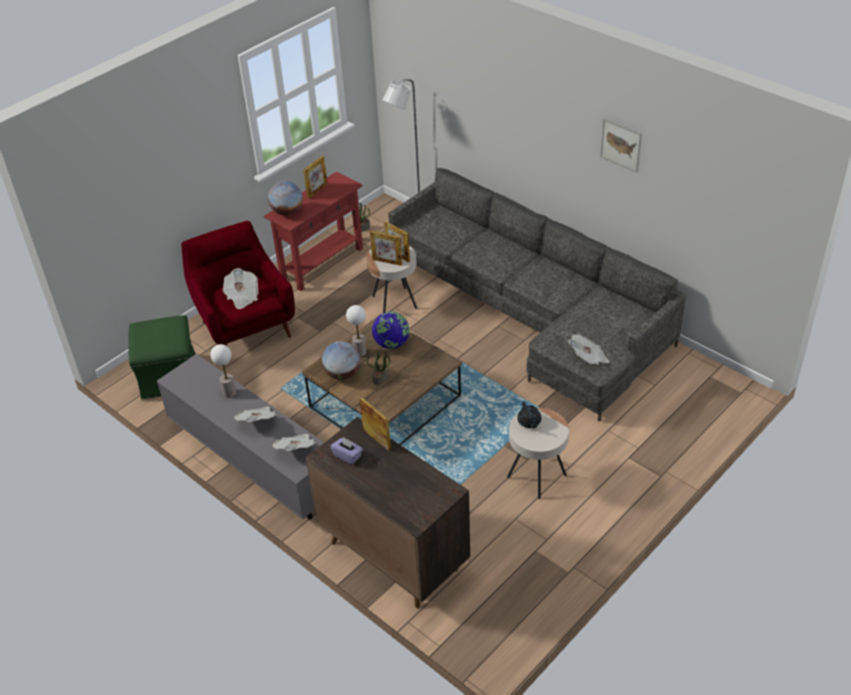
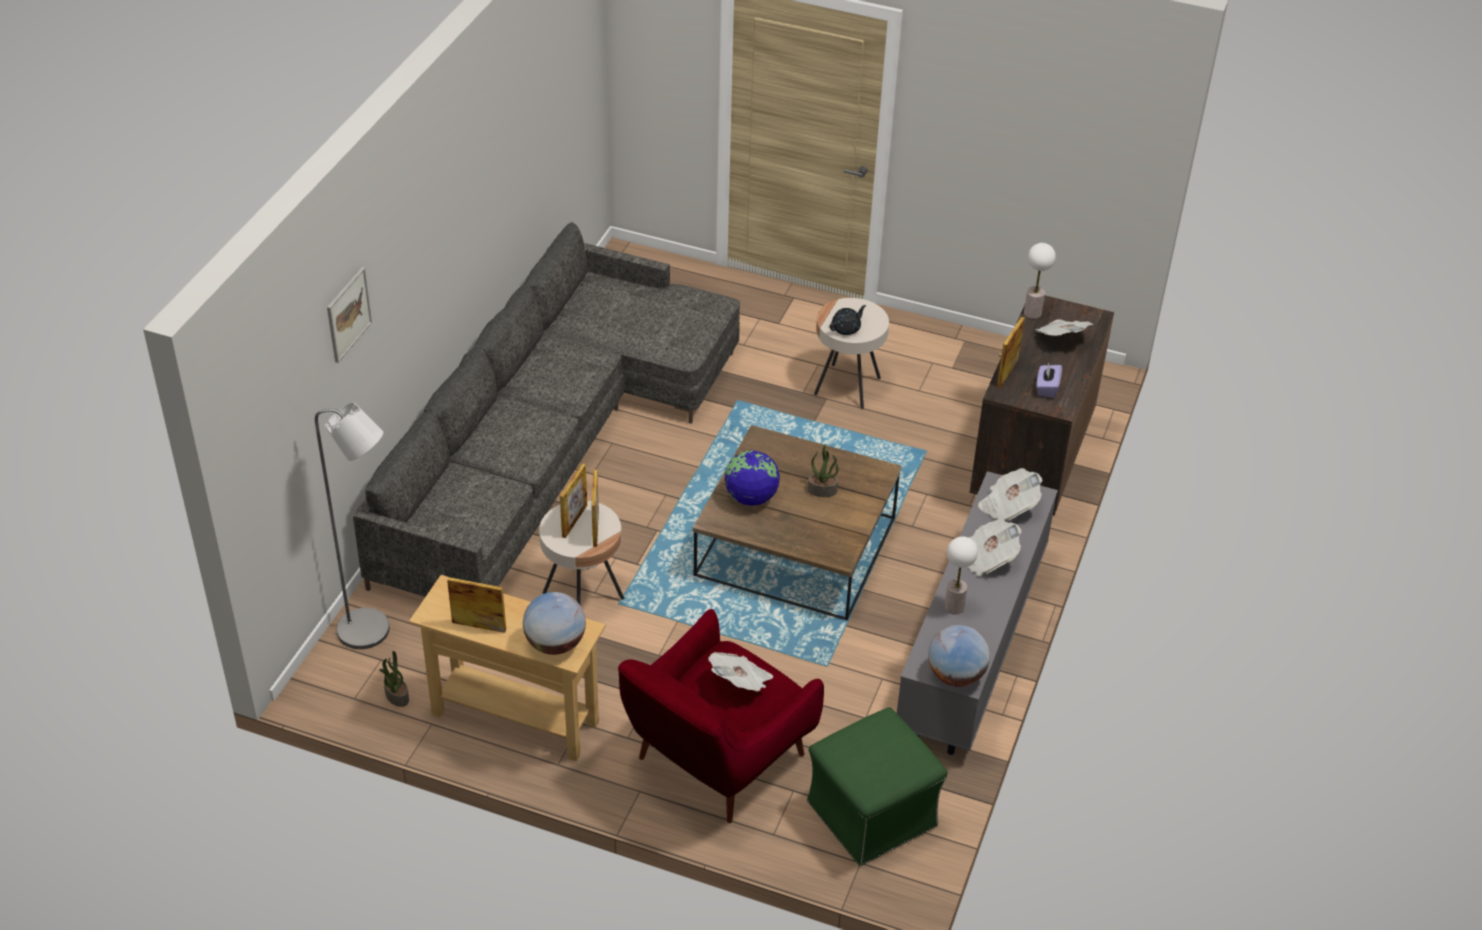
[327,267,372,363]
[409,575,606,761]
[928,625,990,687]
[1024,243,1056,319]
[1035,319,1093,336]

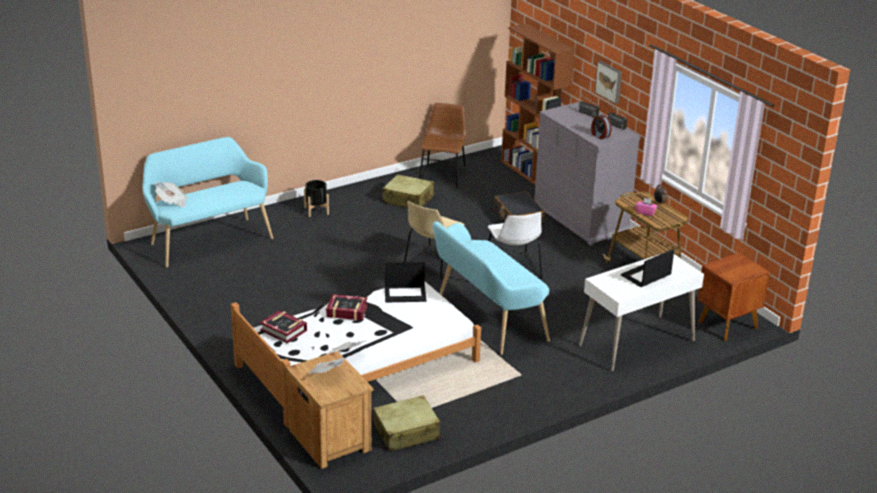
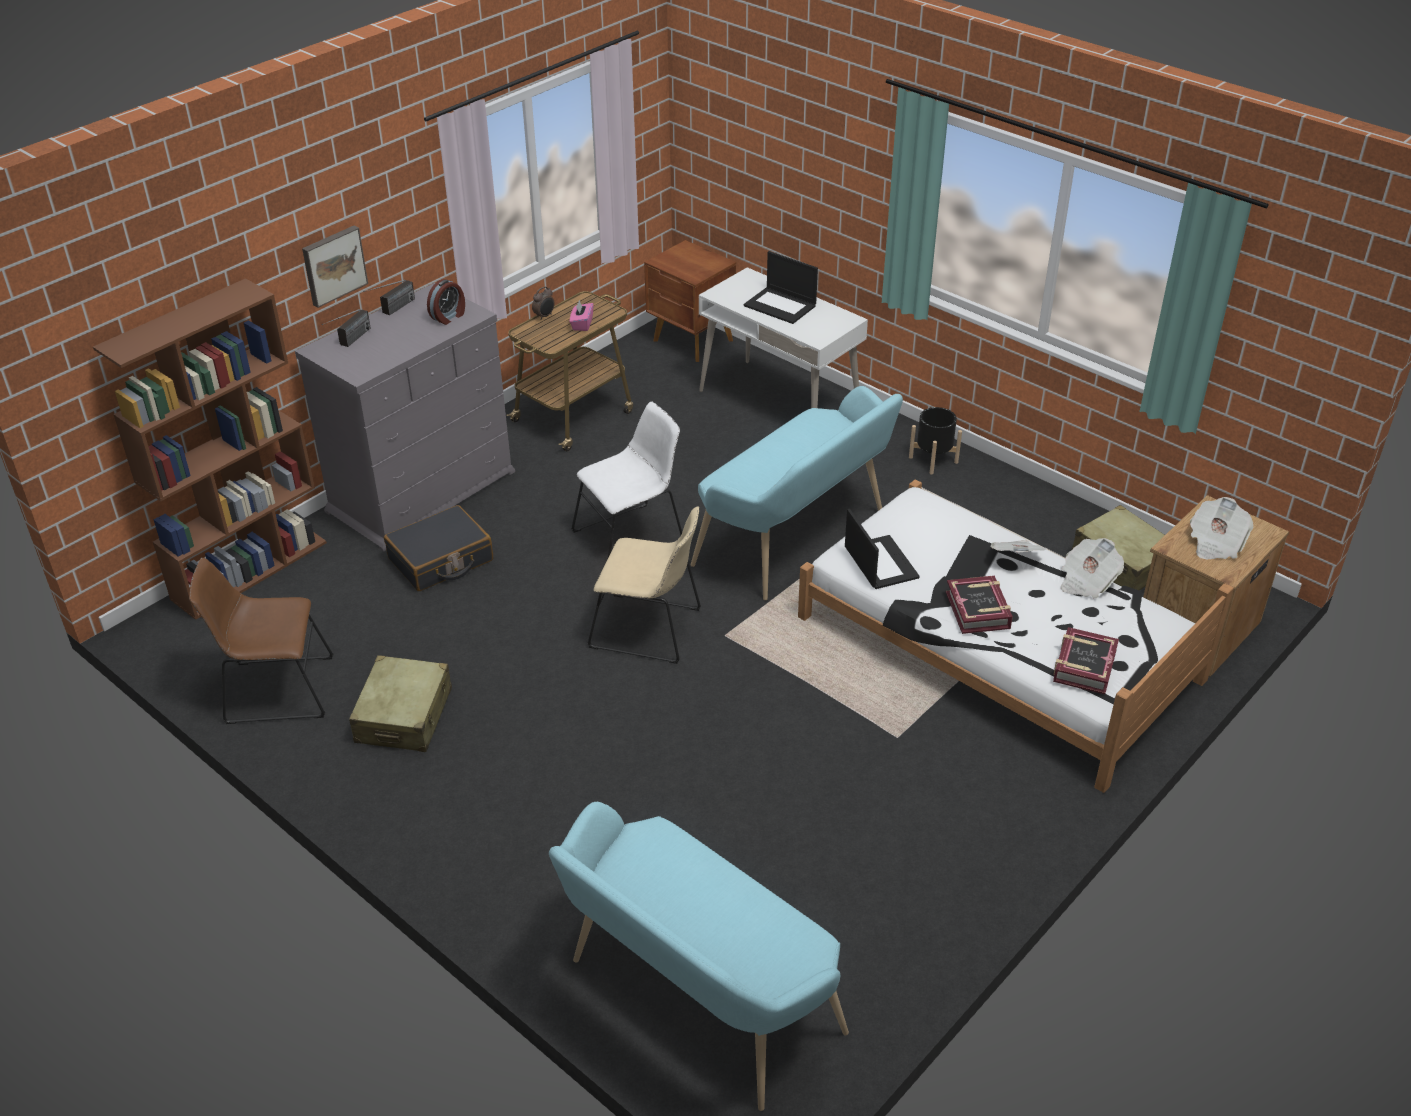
[909,407,962,475]
[990,540,1048,552]

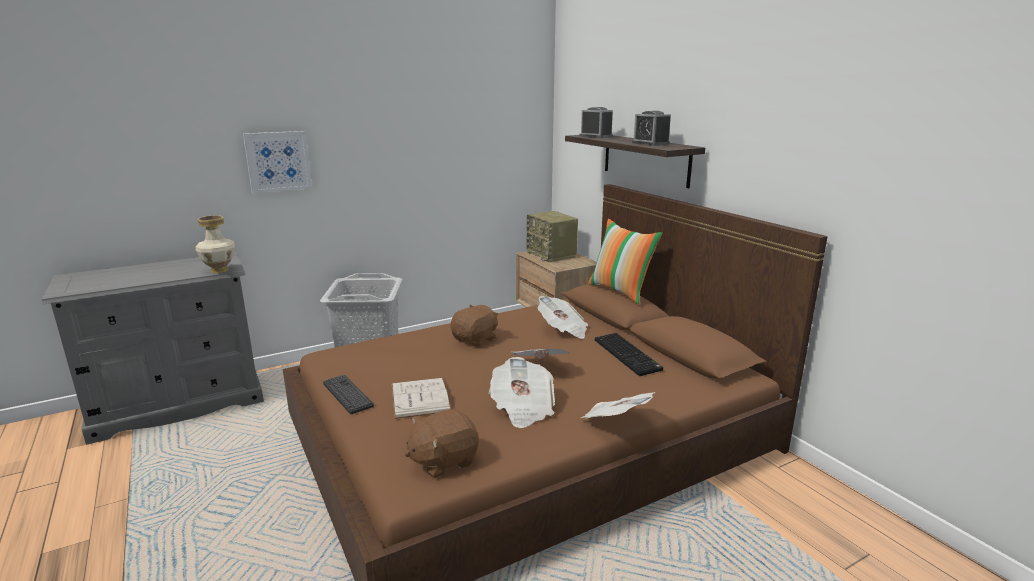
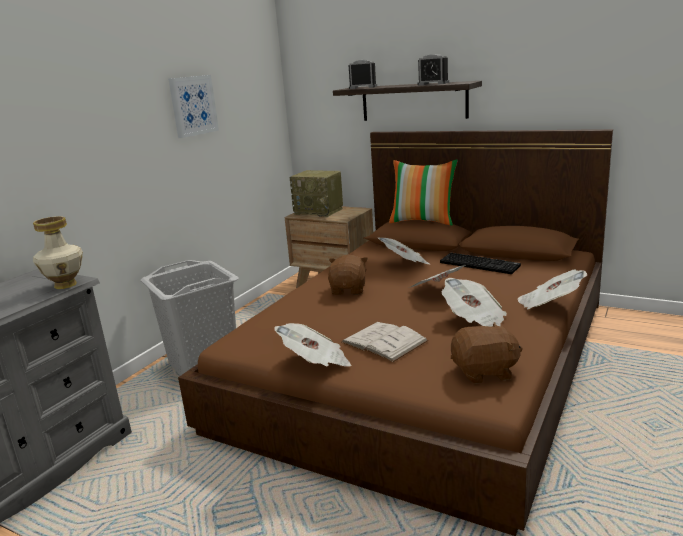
[168,75,219,138]
[274,323,352,367]
[451,322,523,384]

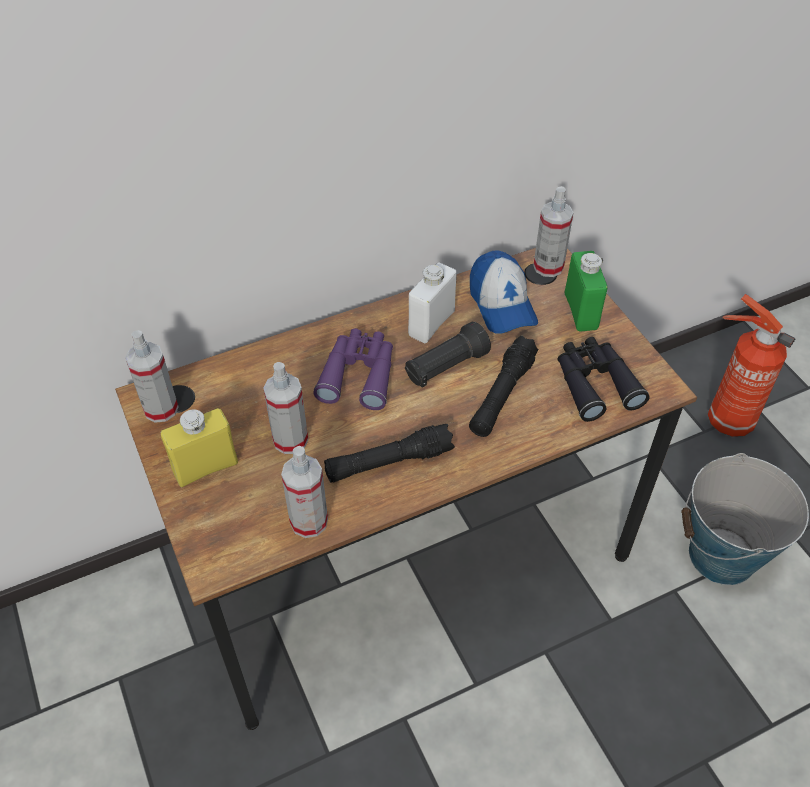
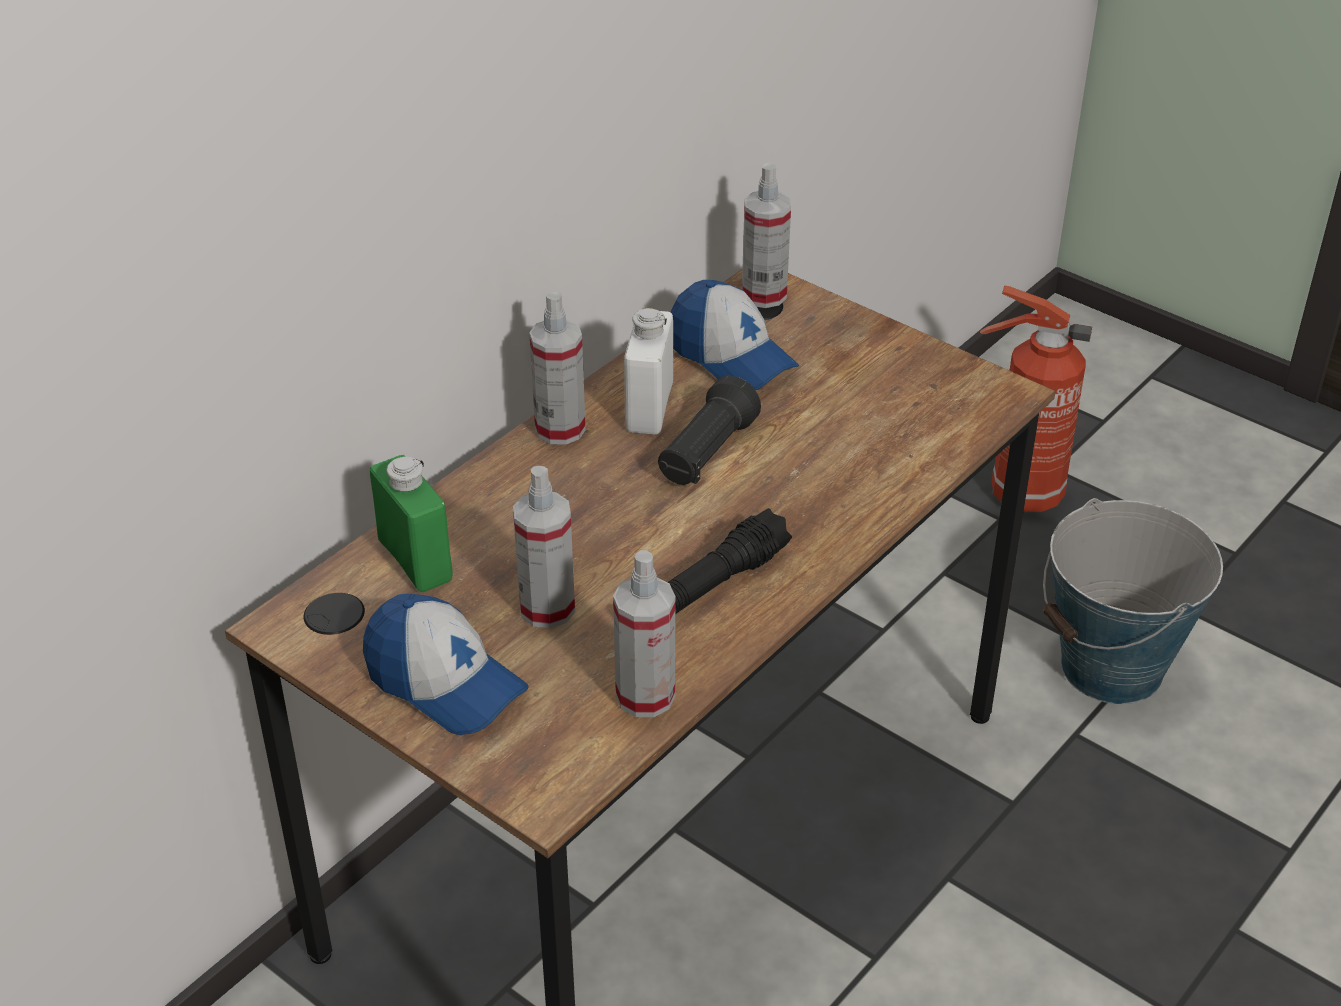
[363,594,529,735]
[370,455,453,592]
[529,292,586,445]
[313,328,393,410] (first image)
[469,336,538,437] (first image)
[558,337,650,422] (first image)

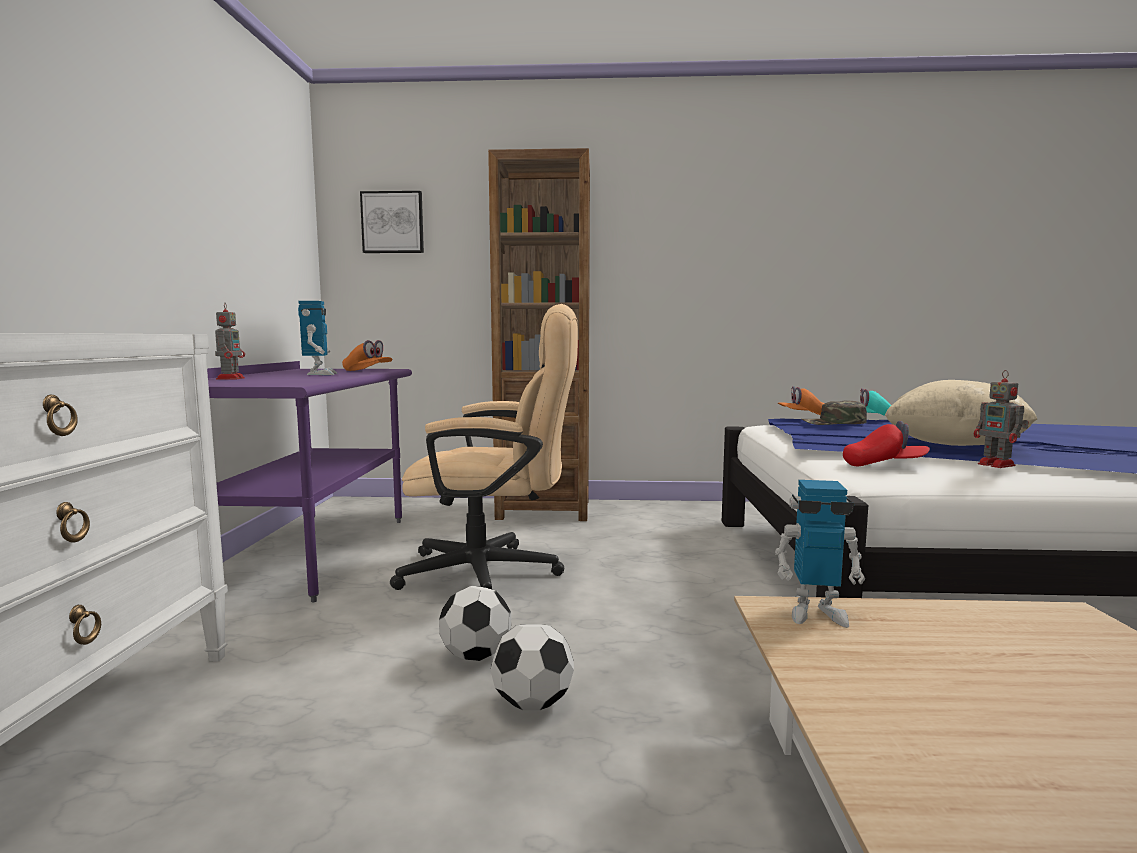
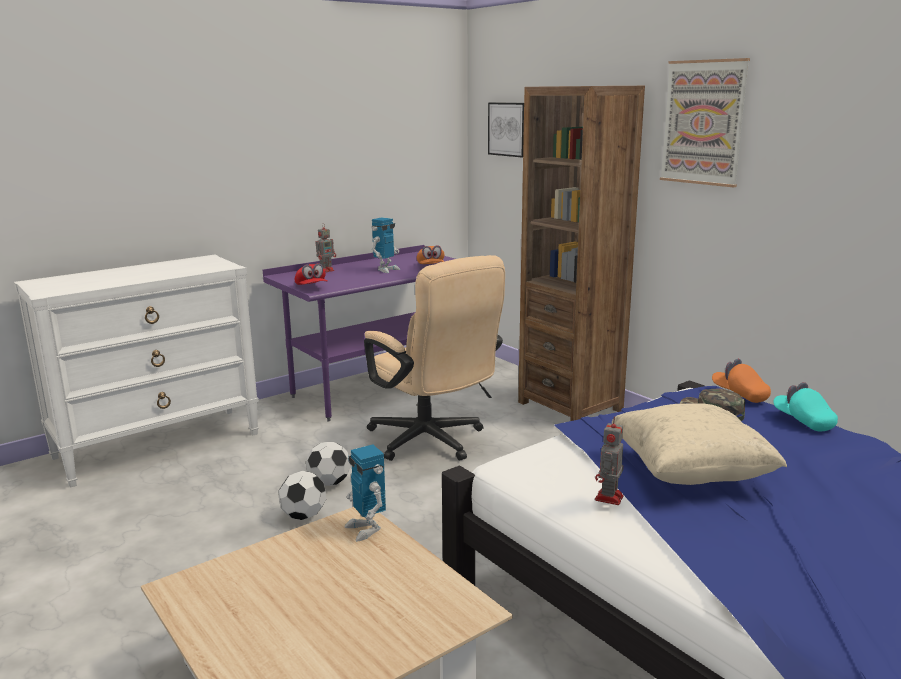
[295,263,328,285]
[660,58,750,187]

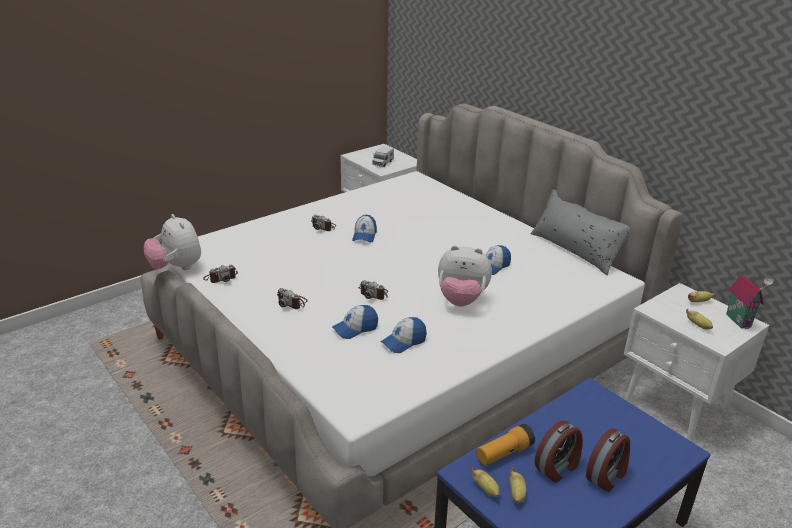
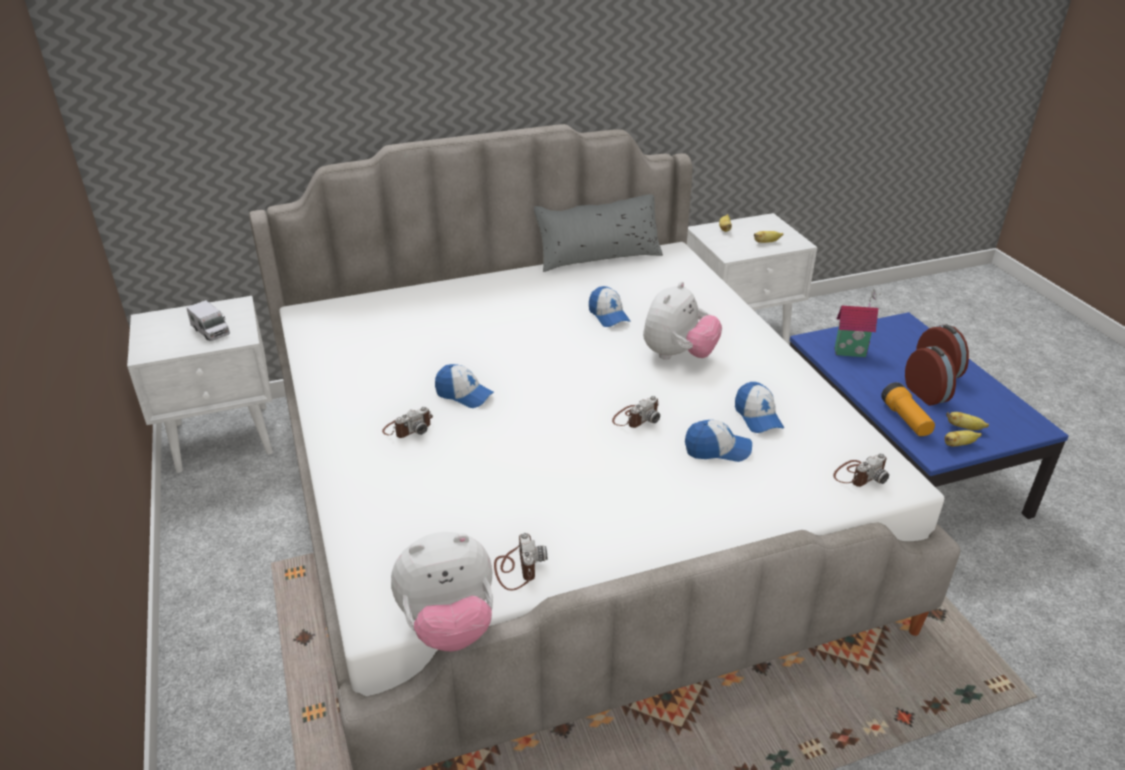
[685,420,752,462]
[833,453,889,487]
[835,289,879,357]

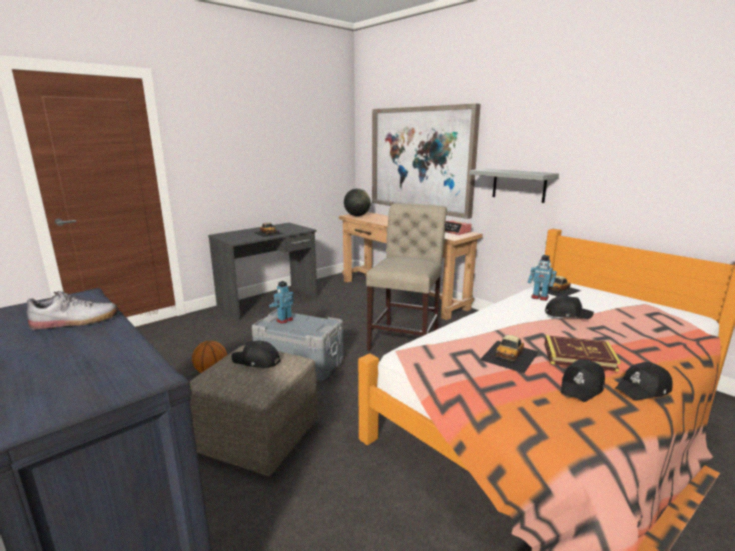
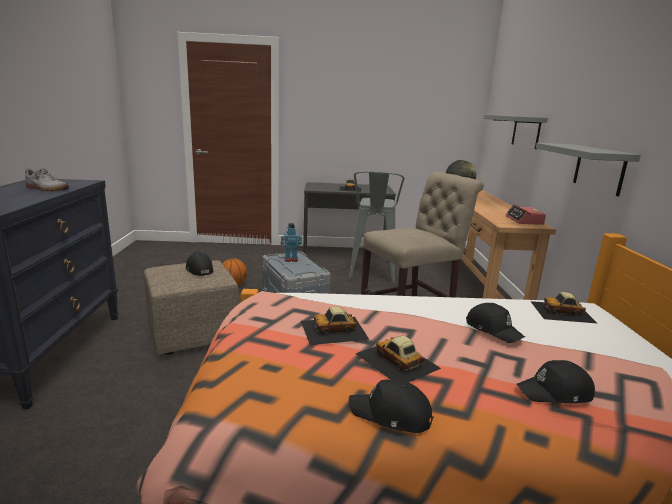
[348,171,404,283]
[355,336,441,383]
[484,115,548,149]
[517,360,595,404]
[528,255,557,301] (first image)

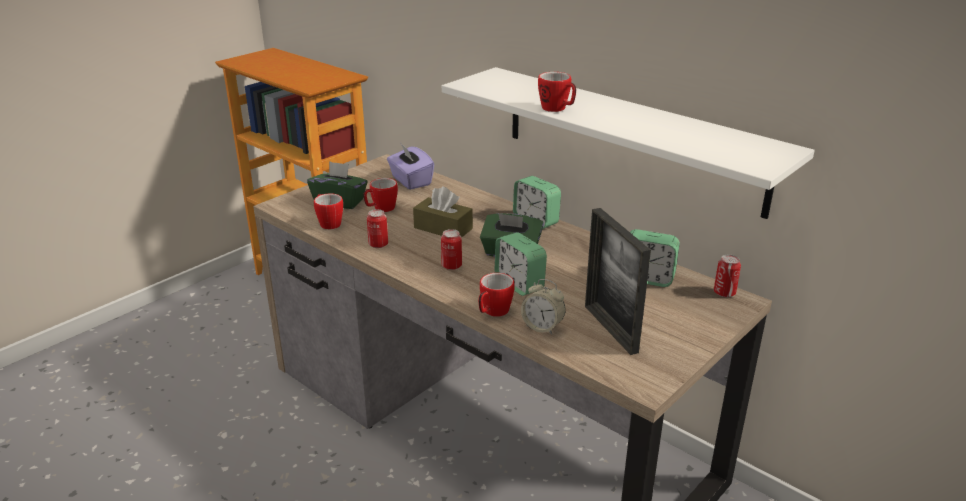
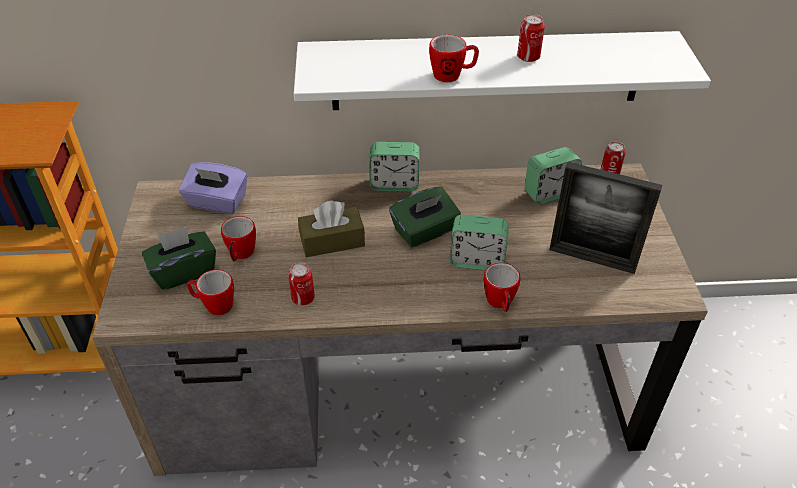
[517,14,545,62]
[521,279,566,335] (first image)

